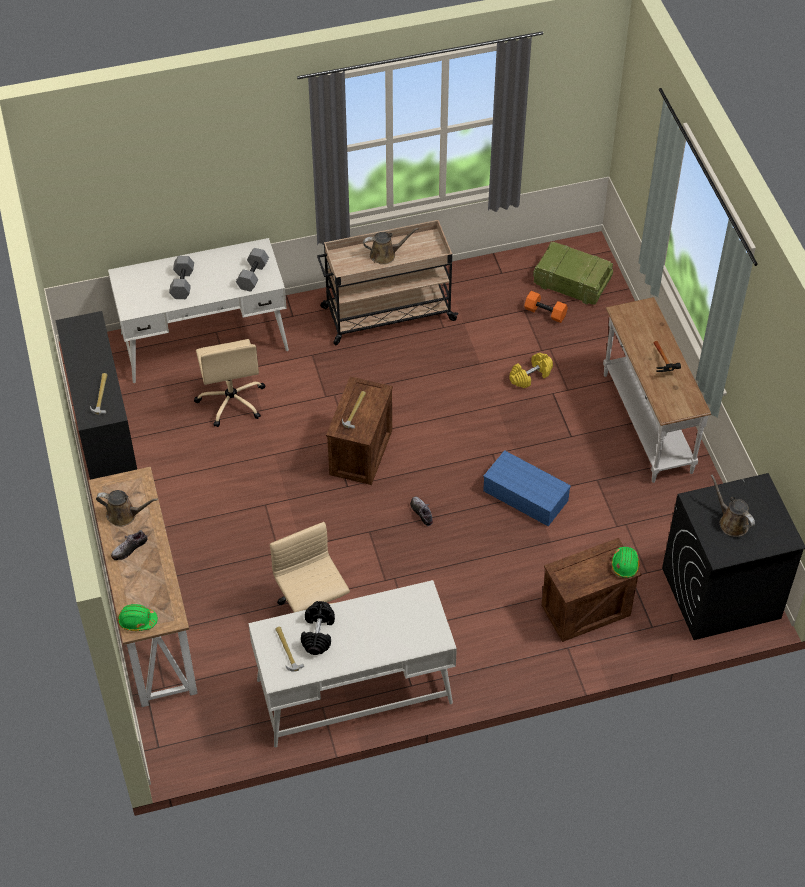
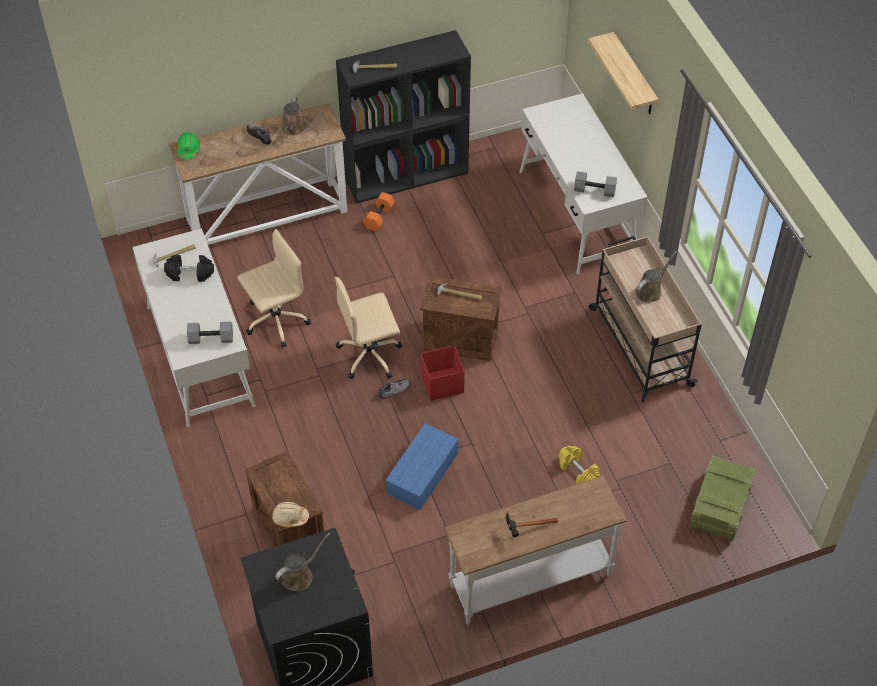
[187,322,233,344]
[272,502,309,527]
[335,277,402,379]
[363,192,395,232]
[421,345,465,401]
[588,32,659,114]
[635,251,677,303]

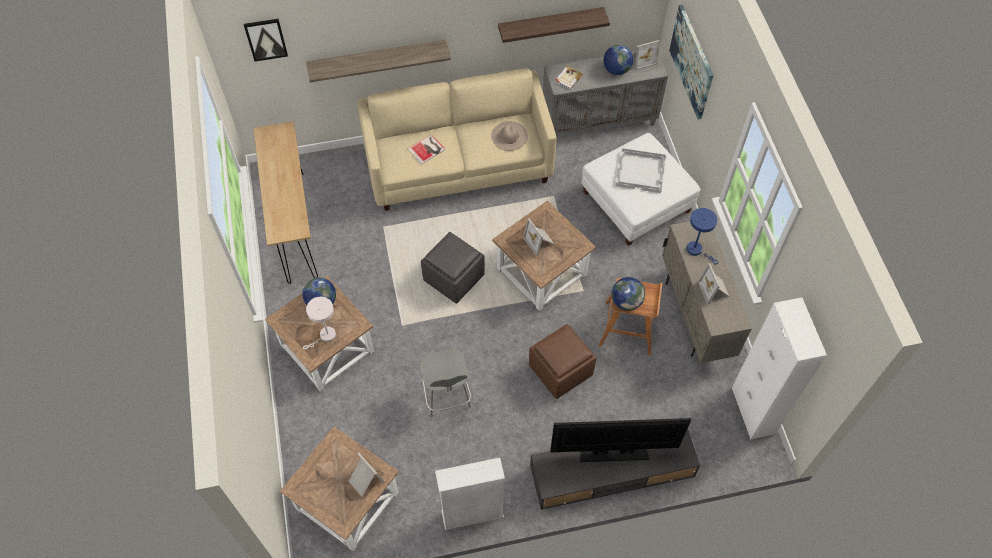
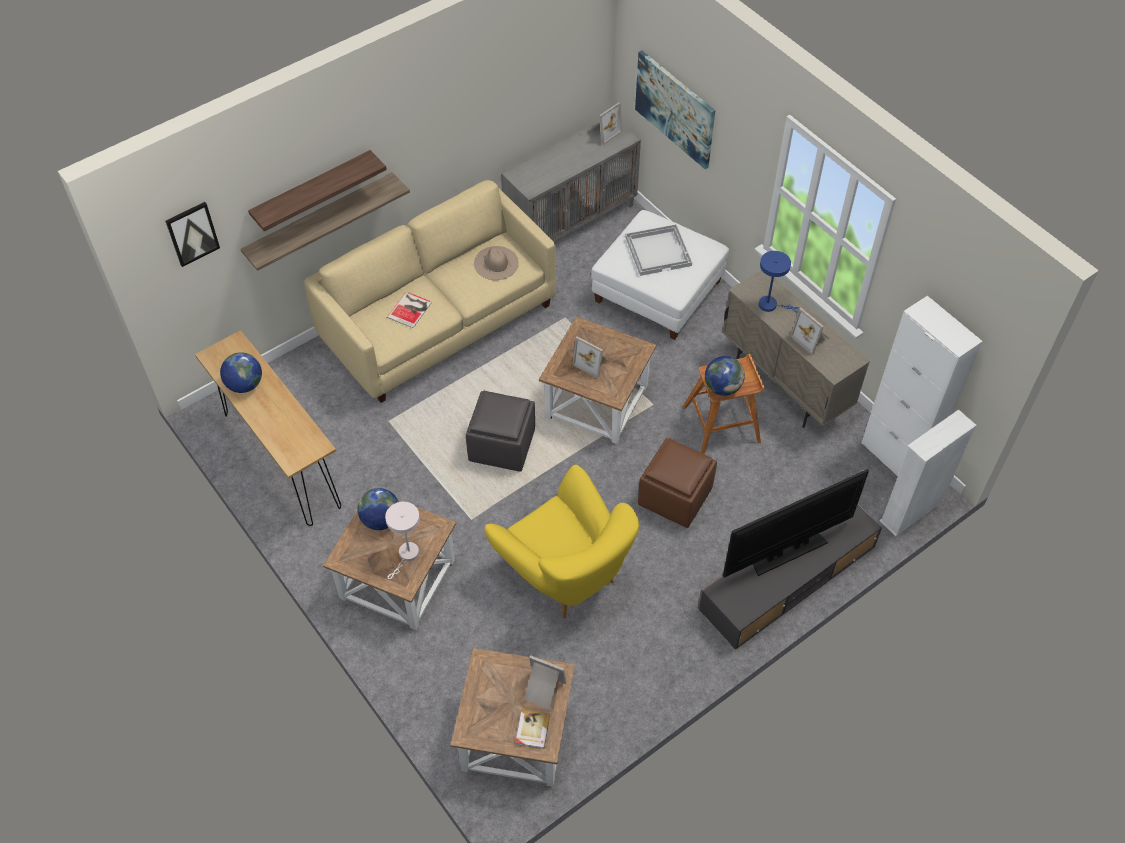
[220,352,262,393]
[248,150,387,231]
[484,465,639,618]
[515,709,550,749]
[879,410,977,537]

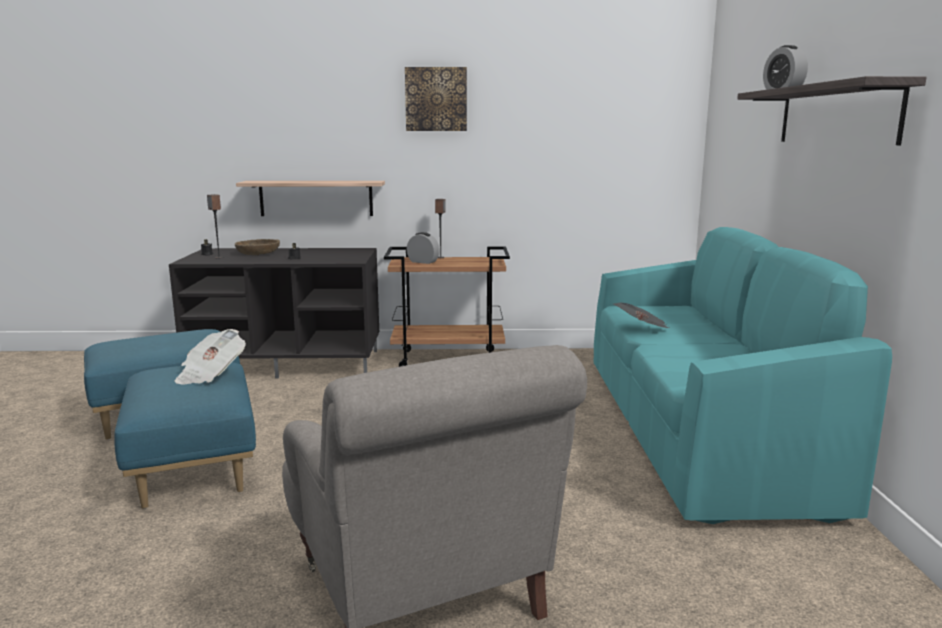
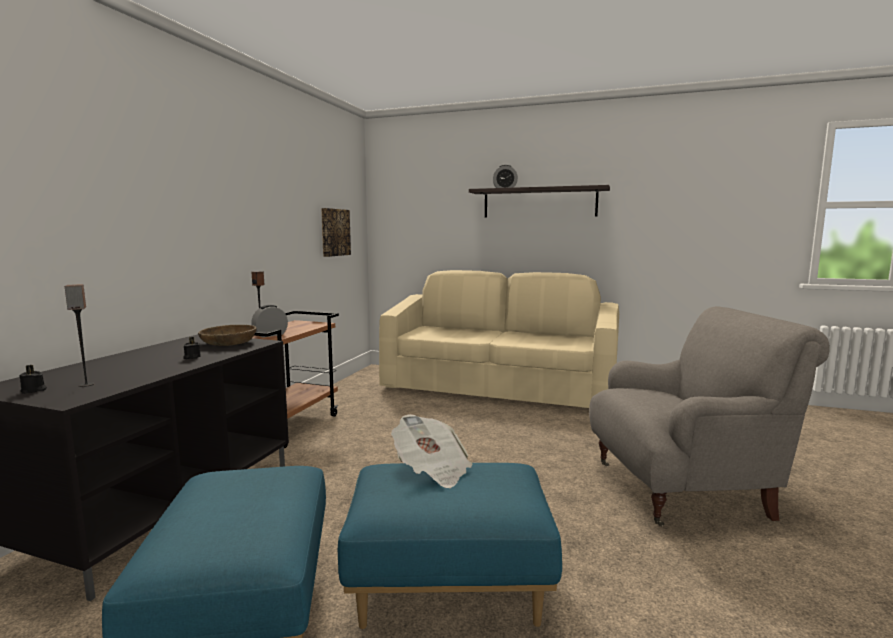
[198,325,257,346]
[321,208,351,257]
[379,270,619,408]
[236,181,385,216] (first image)
[613,303,669,328] (first image)

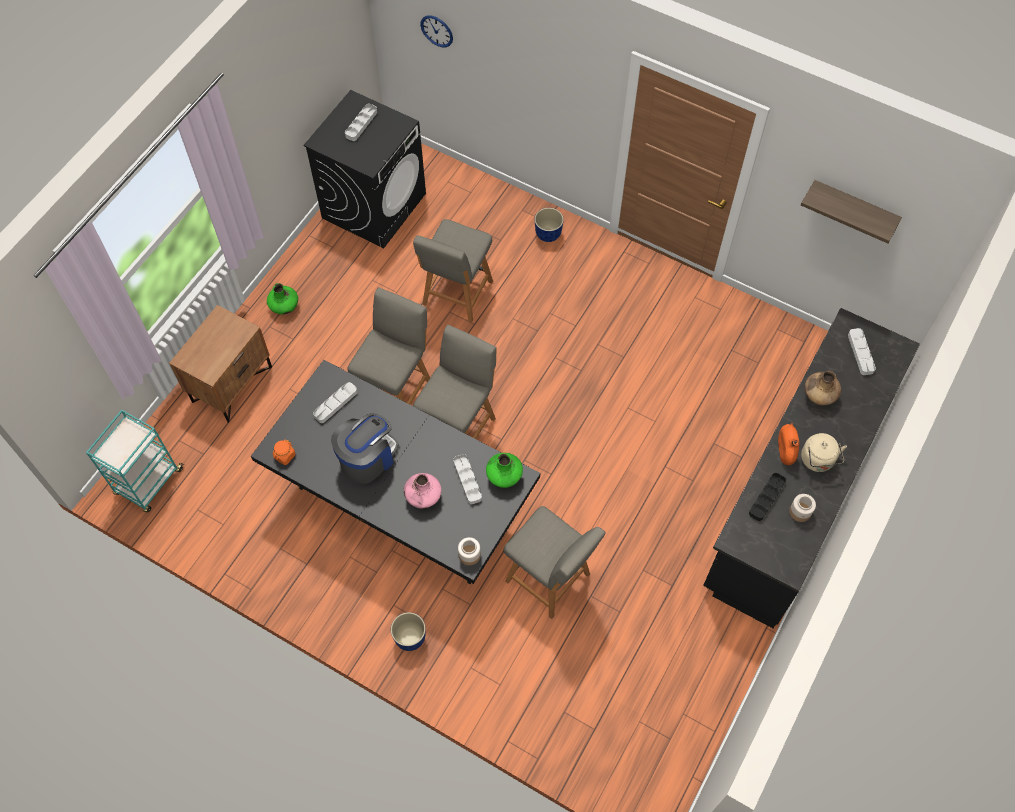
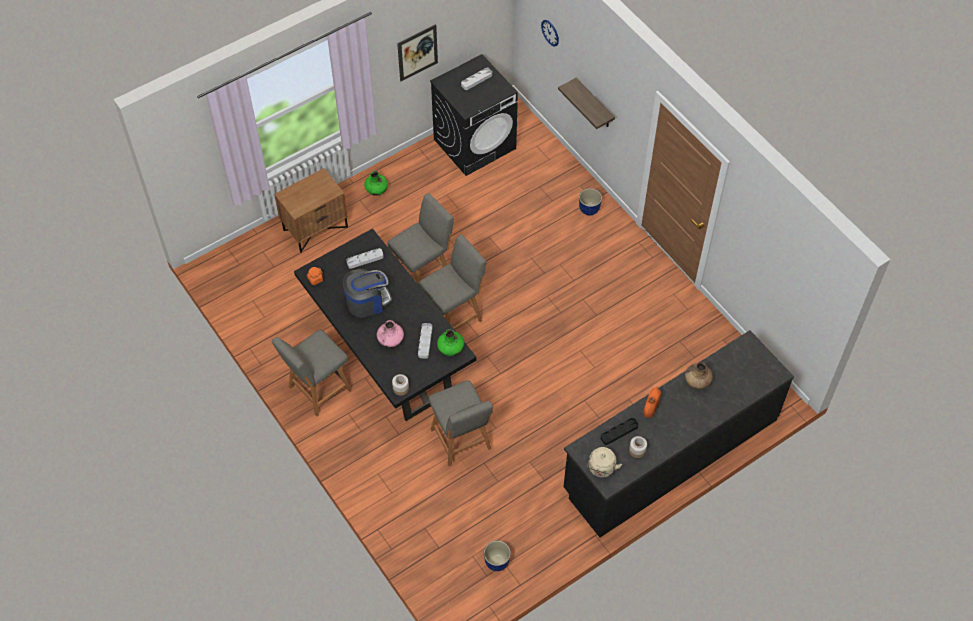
[272,330,352,417]
[397,24,438,81]
[484,541,511,571]
[558,78,615,129]
[587,447,622,478]
[86,410,184,512] (first image)
[848,328,876,375] (first image)

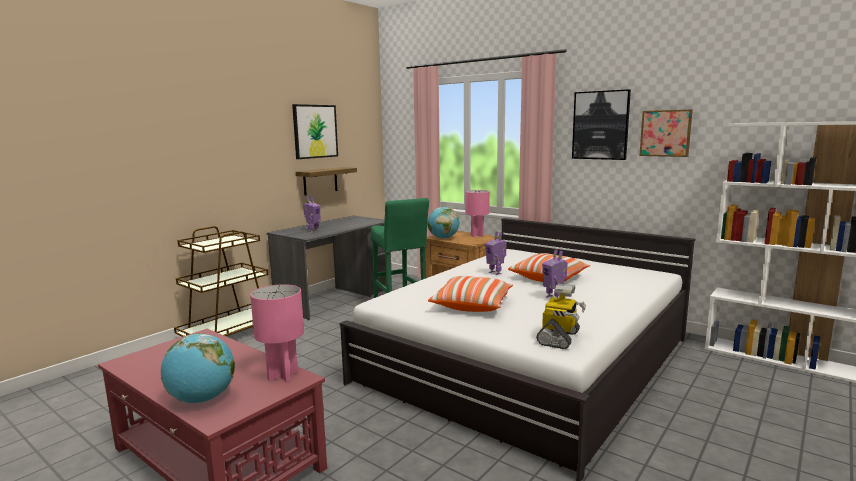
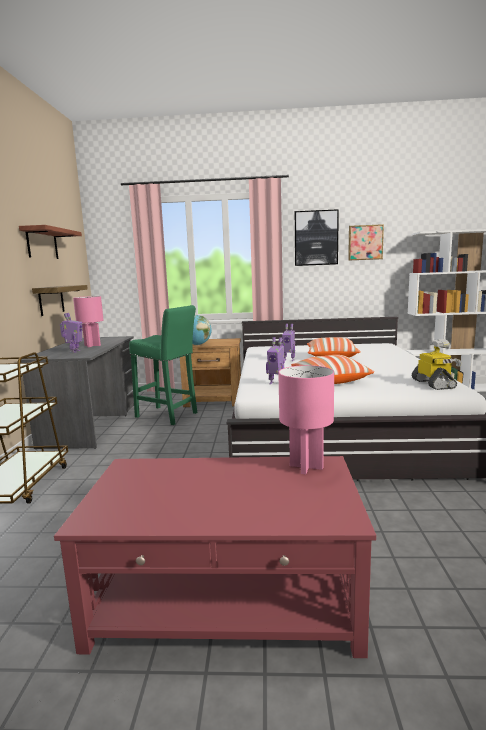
[19,225,82,259]
[73,296,104,347]
[266,337,285,384]
[161,333,235,403] (first image)

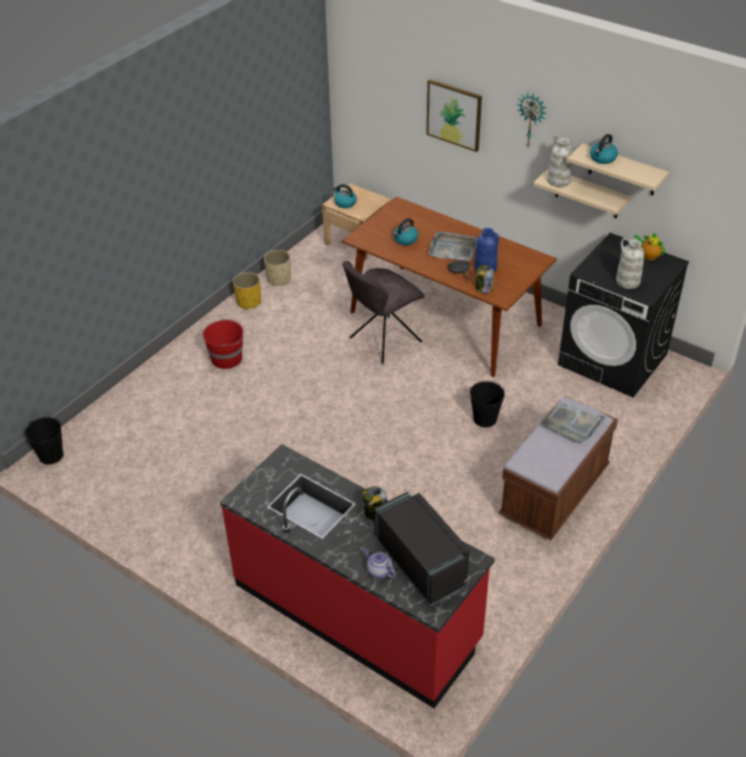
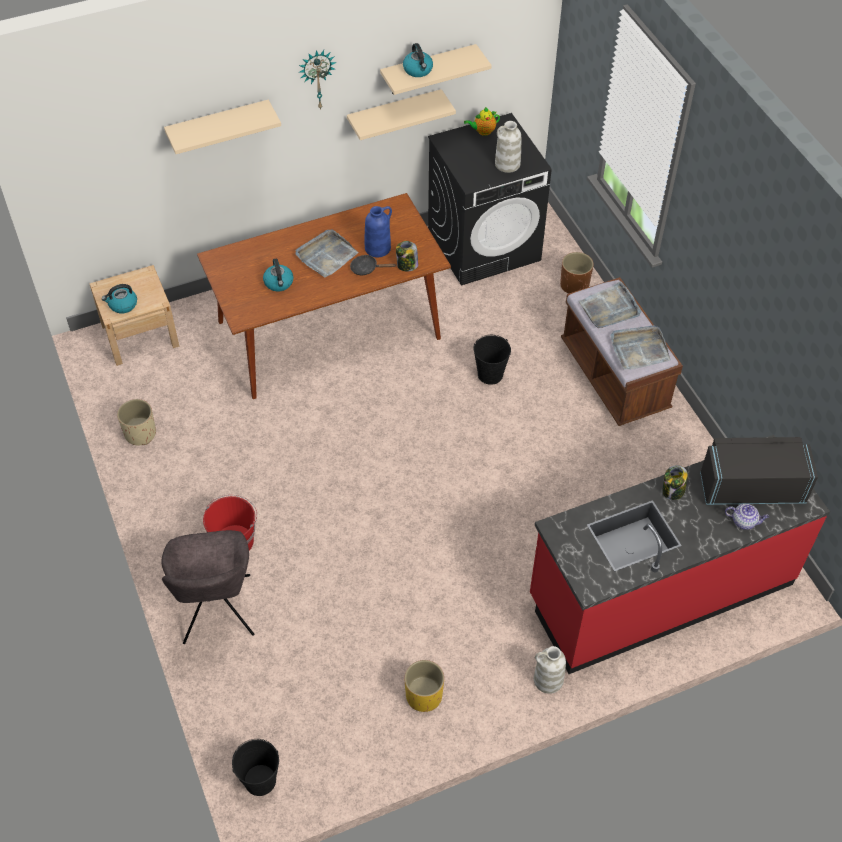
[161,530,255,644]
[164,100,281,154]
[404,660,444,712]
[534,646,566,694]
[560,252,594,294]
[610,325,671,369]
[725,504,769,530]

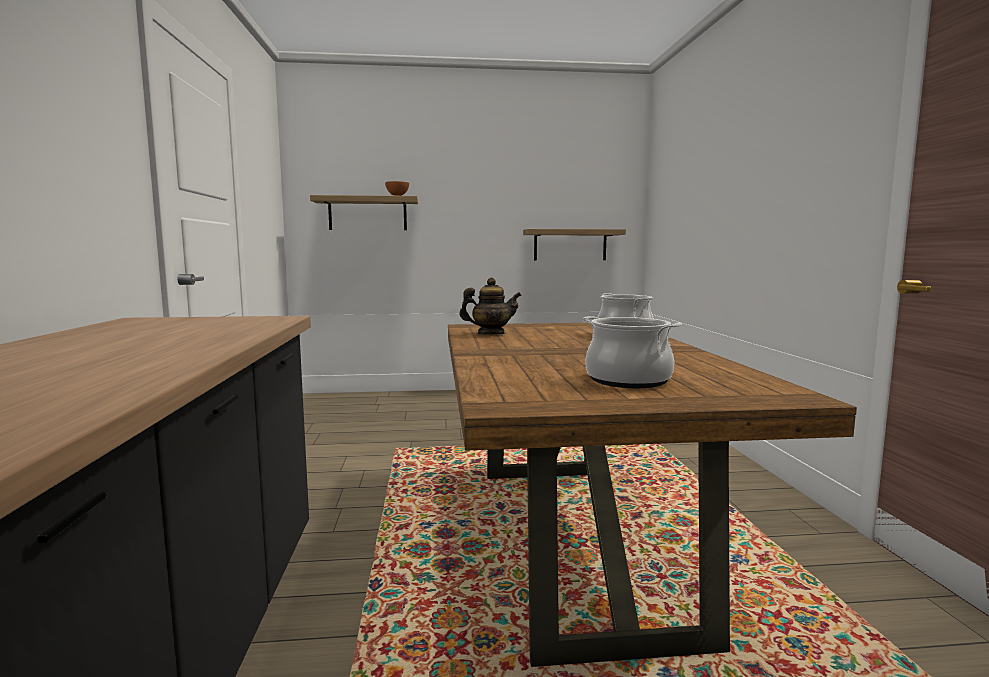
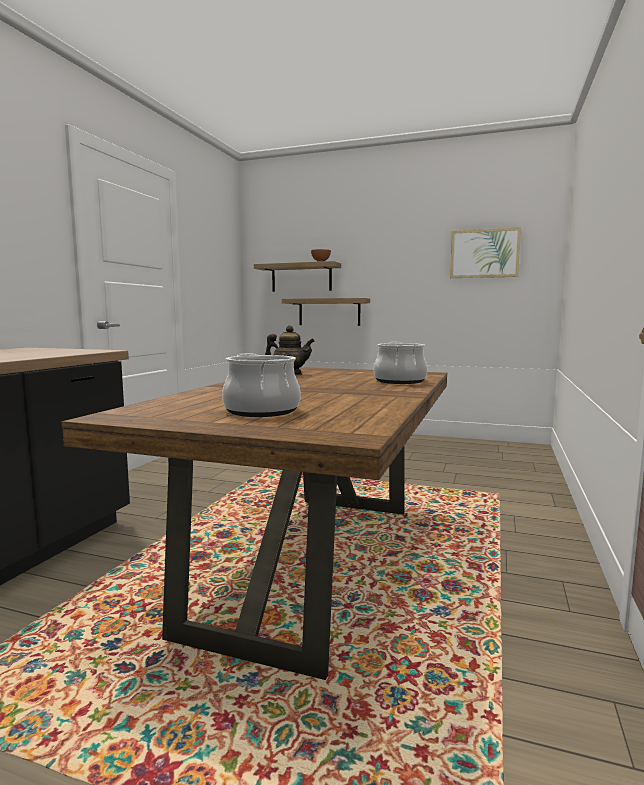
[282,298,370,326]
[450,227,521,278]

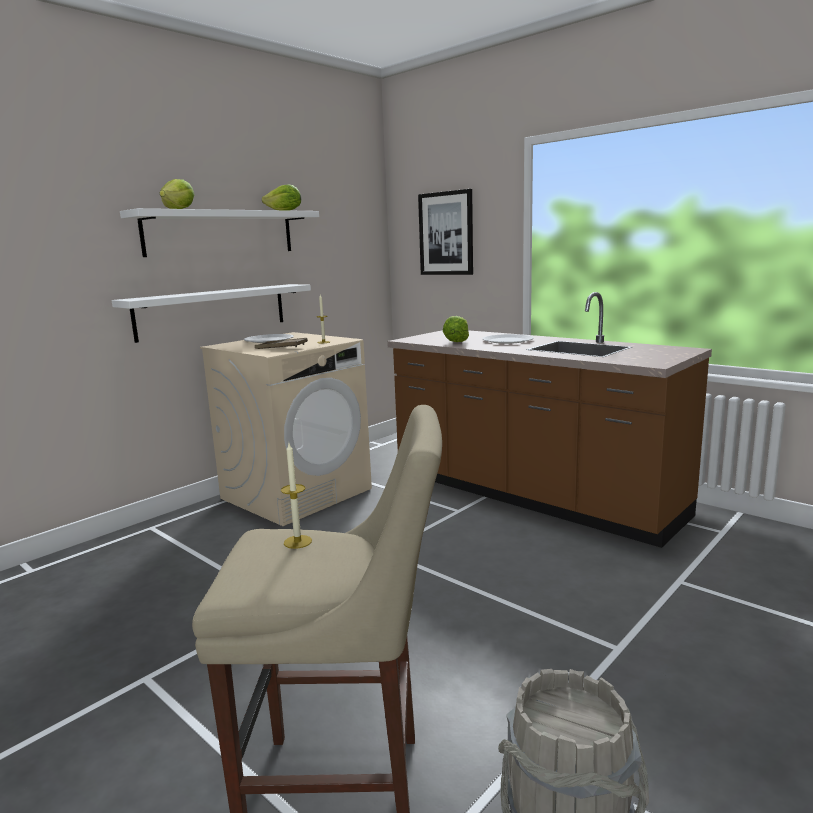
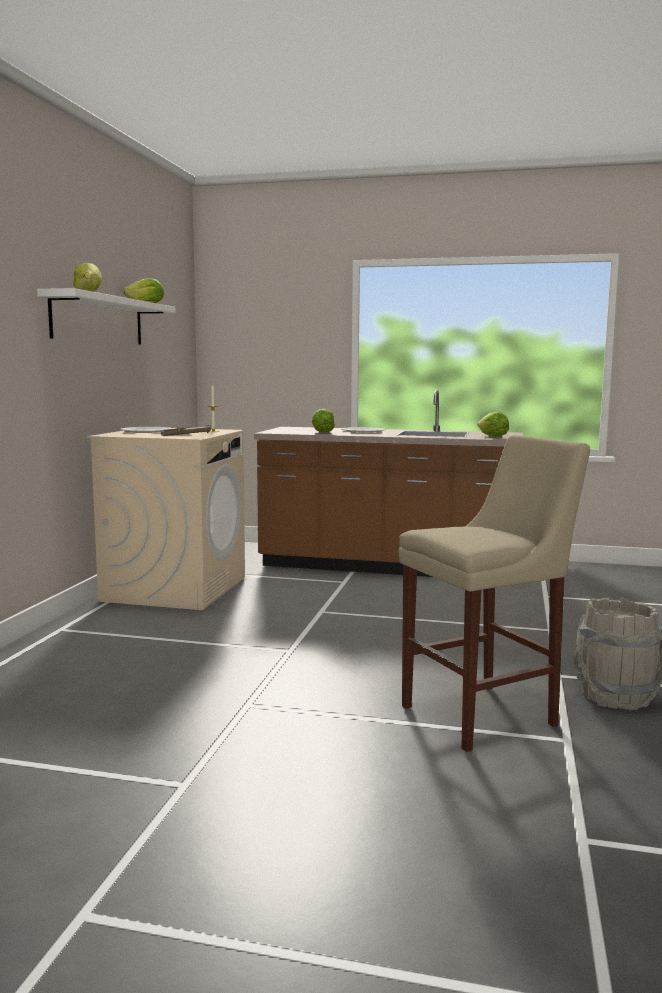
[477,412,509,437]
[112,284,311,343] (first image)
[281,443,312,549] (first image)
[418,189,473,275] (first image)

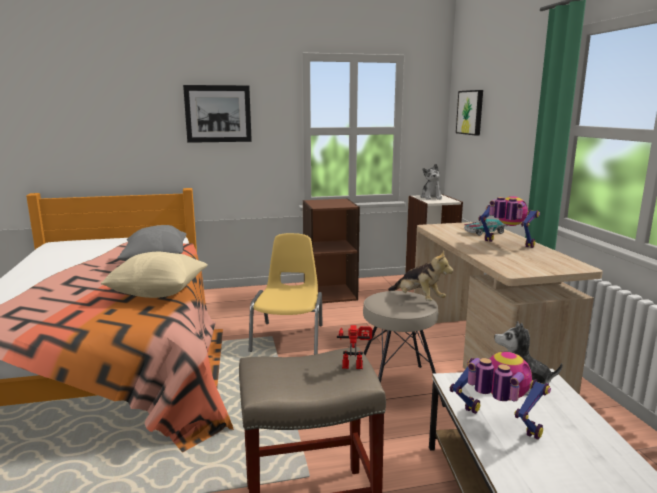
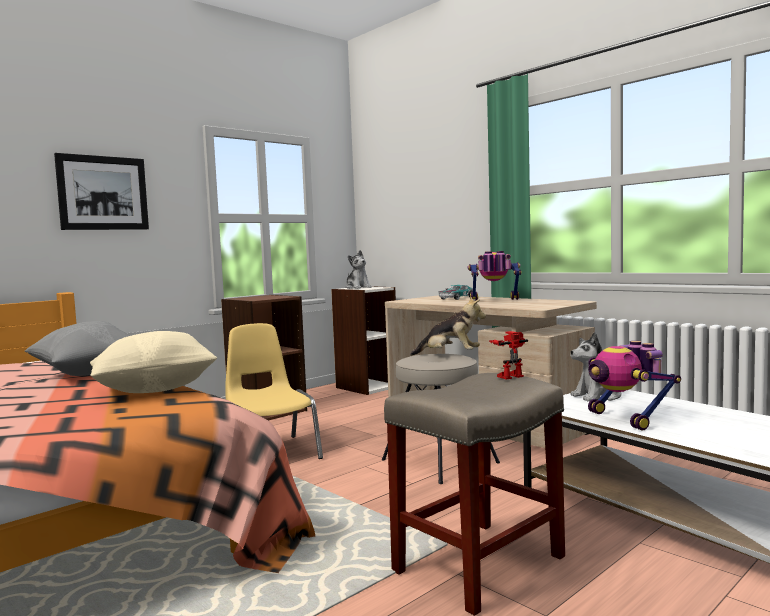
[588,341,681,430]
[456,90,483,136] (first image)

